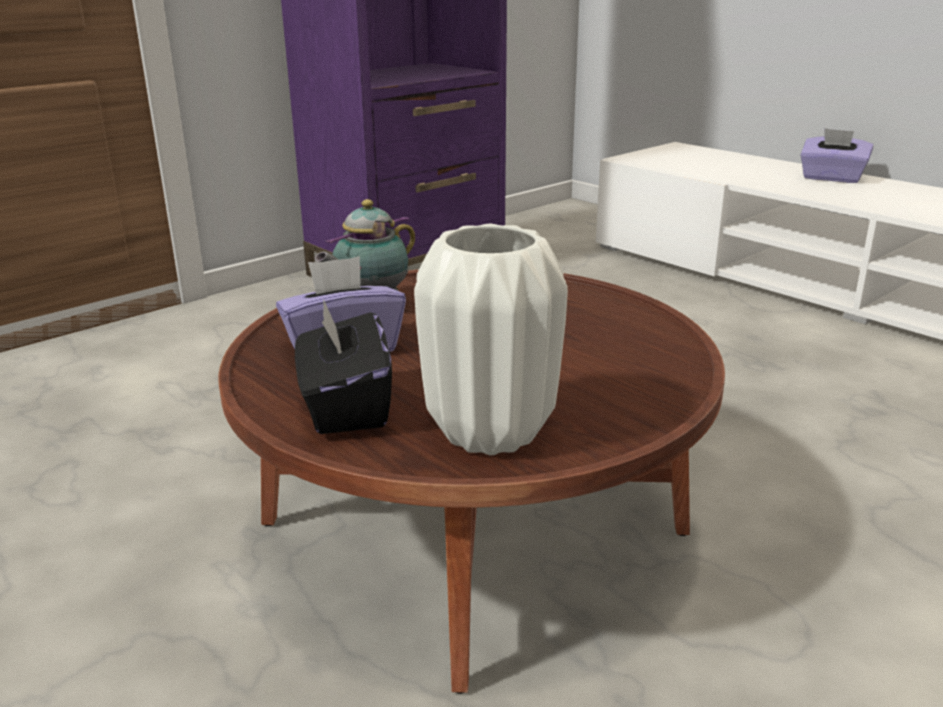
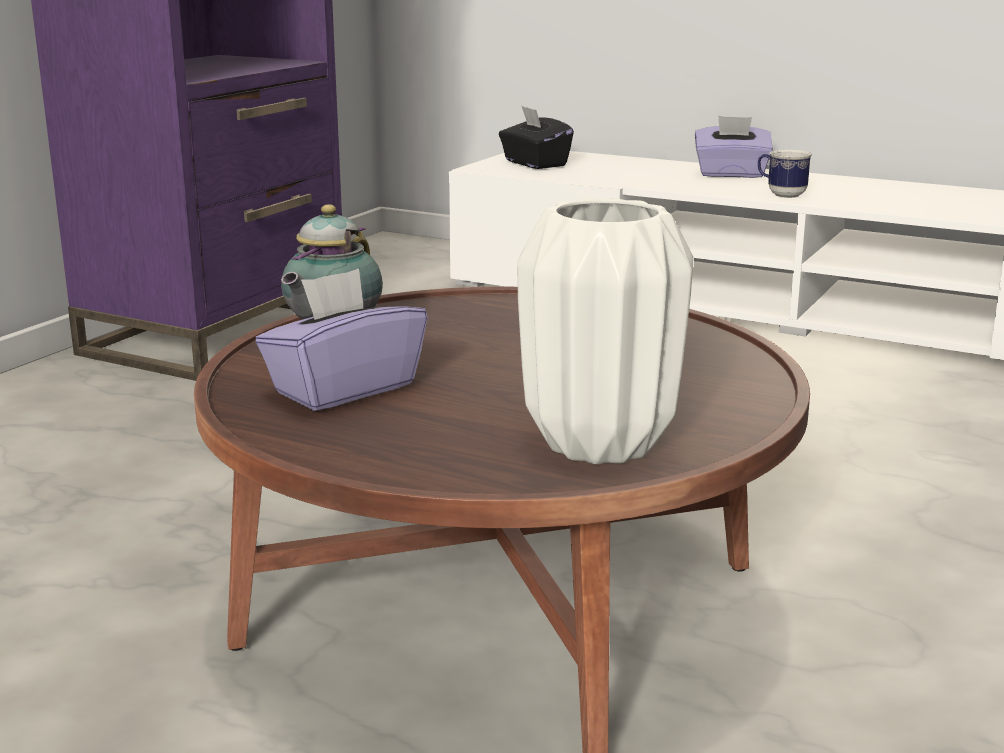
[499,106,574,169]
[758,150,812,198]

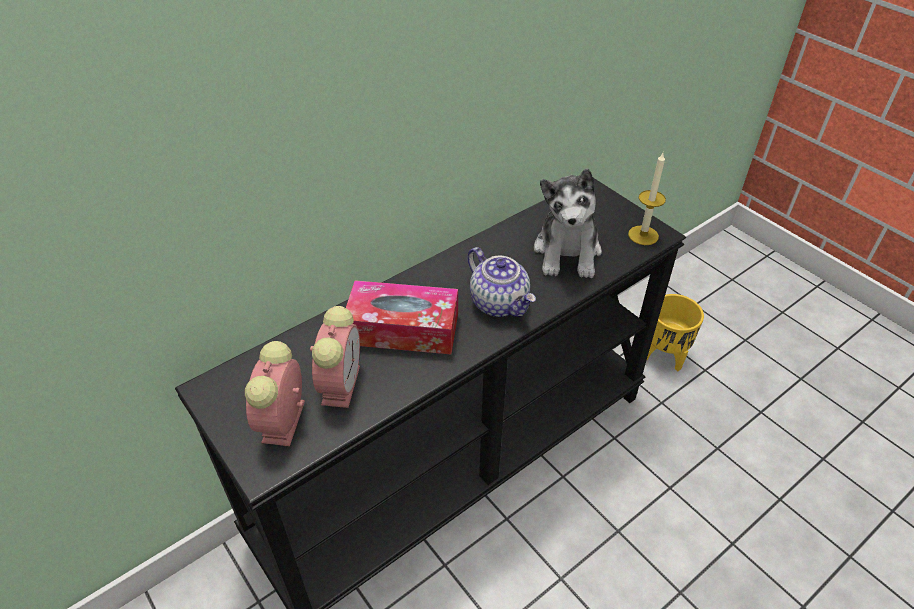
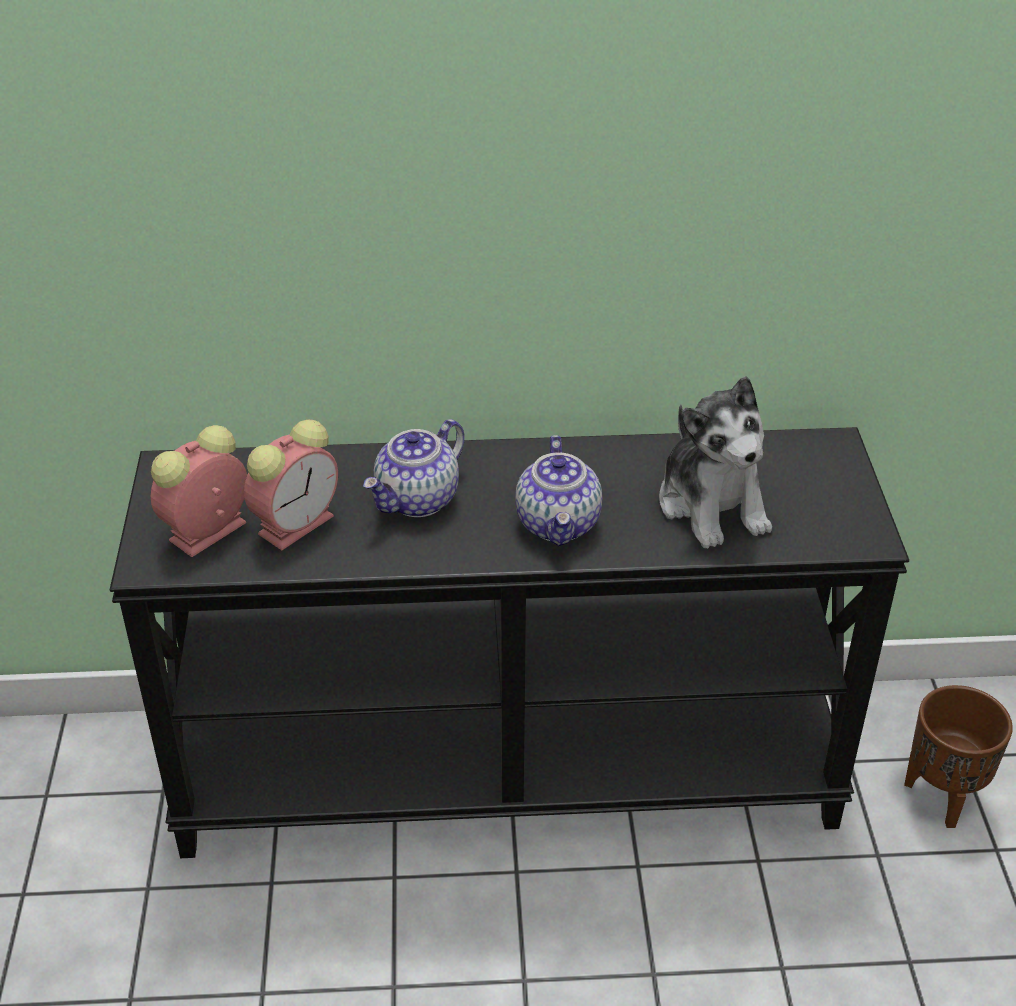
[363,419,465,517]
[659,376,772,549]
[904,685,1013,828]
[628,153,666,245] (first image)

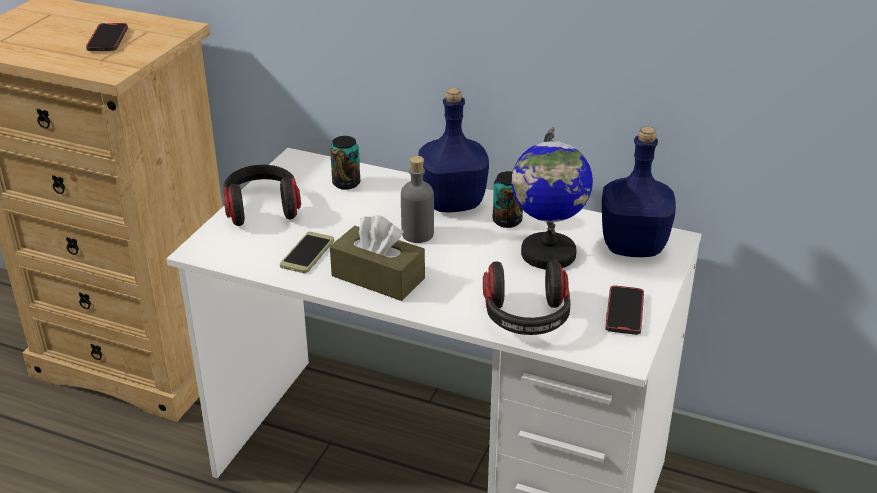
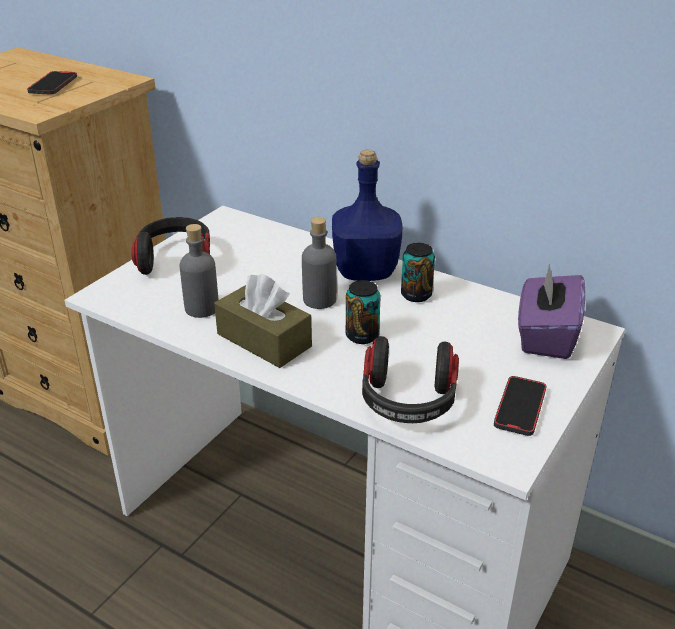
[180,224,219,318]
[346,280,381,344]
[518,264,585,359]
[511,127,593,269] (first image)

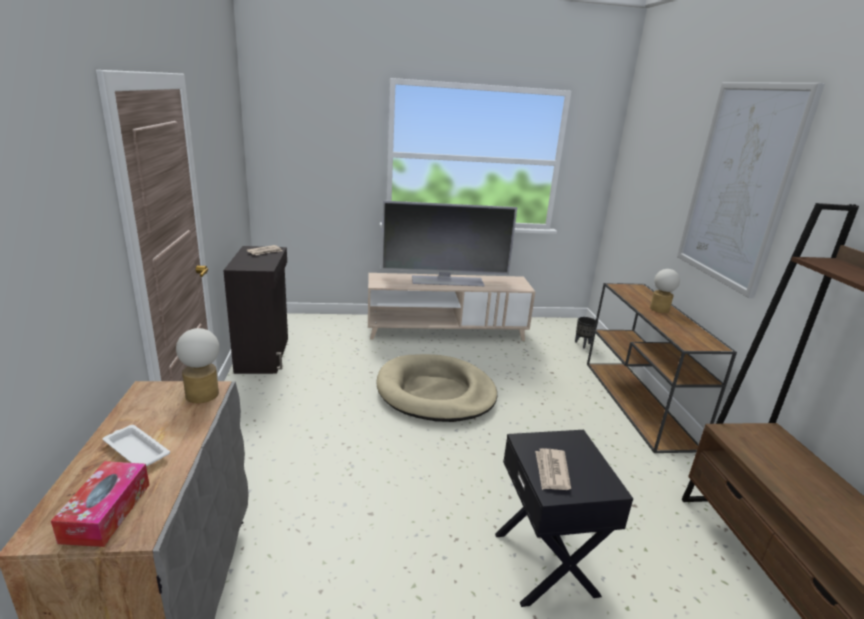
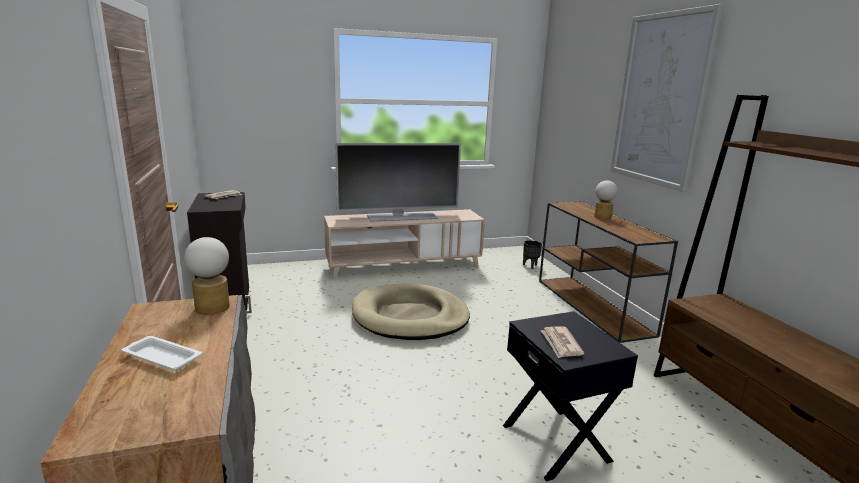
[51,461,150,547] (first image)

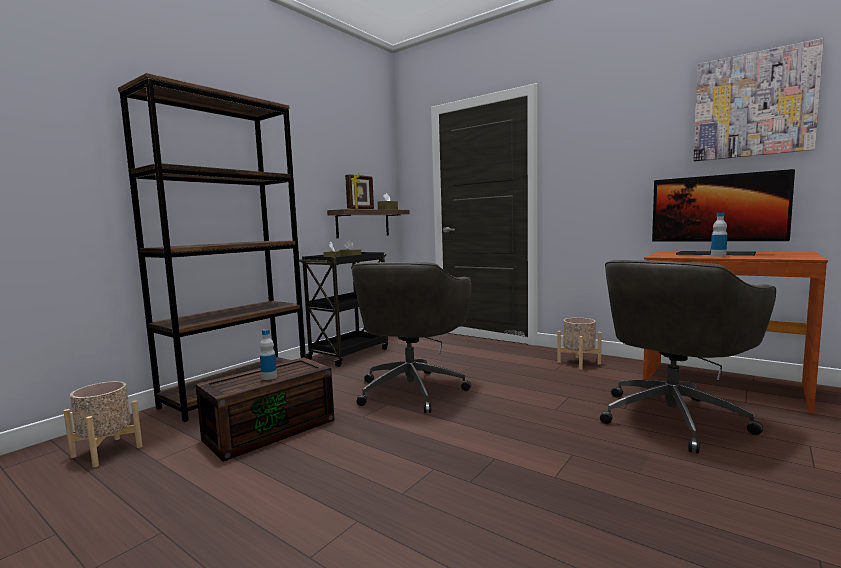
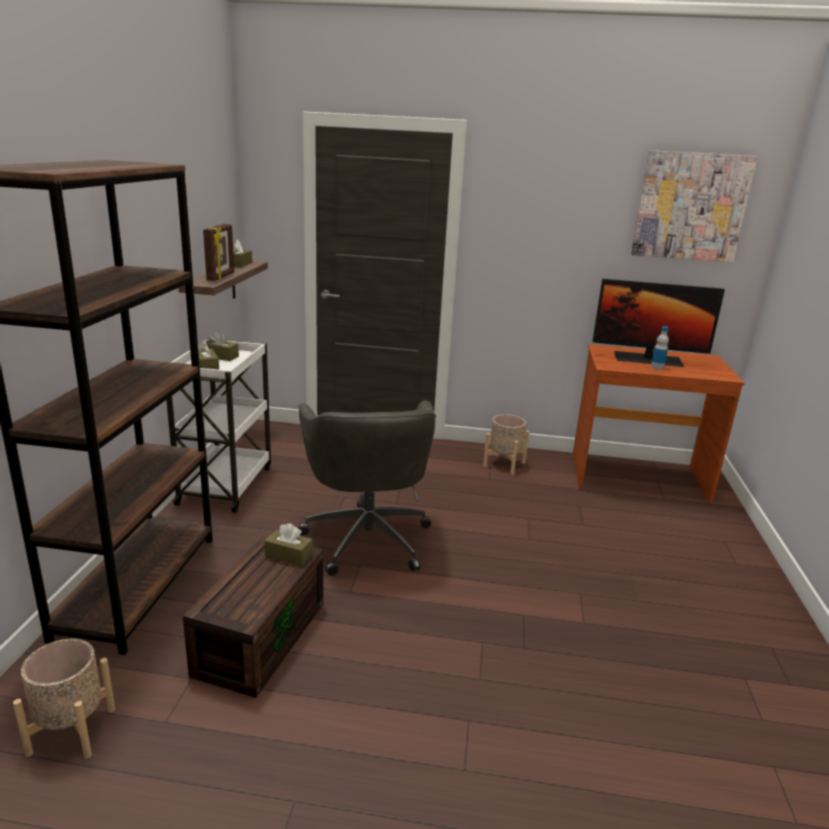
[166,338,271,513]
[264,523,313,566]
[260,329,277,380] (first image)
[600,260,776,454] (first image)

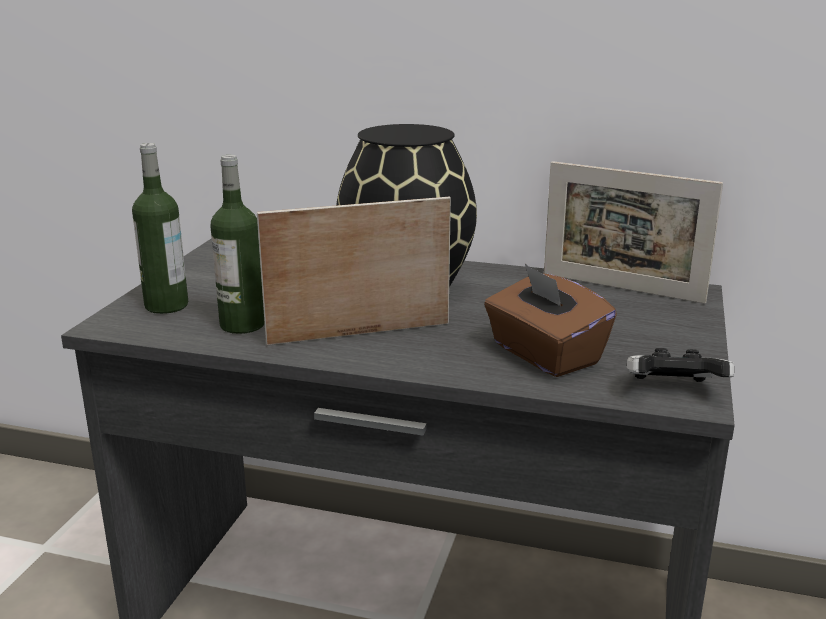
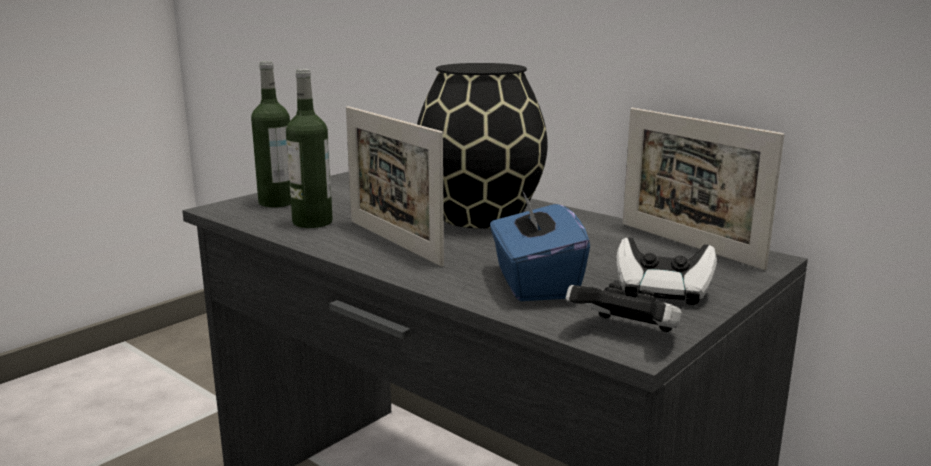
[346,106,444,267]
[490,187,590,301]
[617,237,717,305]

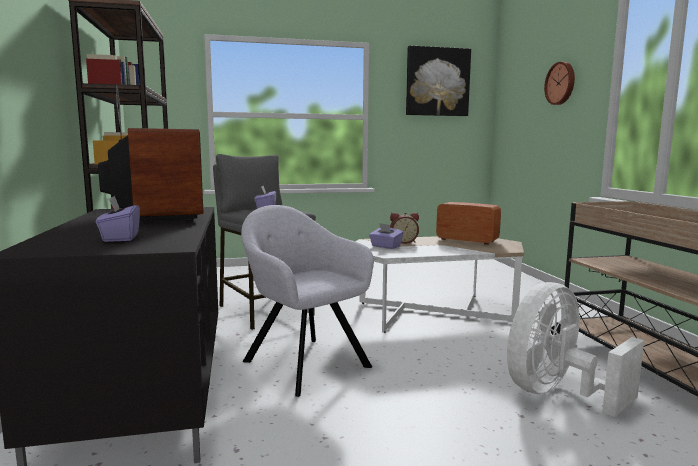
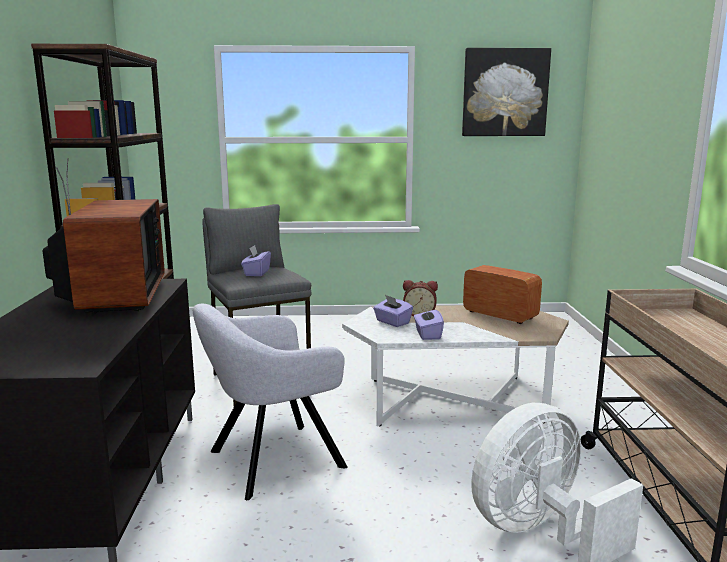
[193,304,347,500]
[414,308,444,340]
[544,62,575,105] (first image)

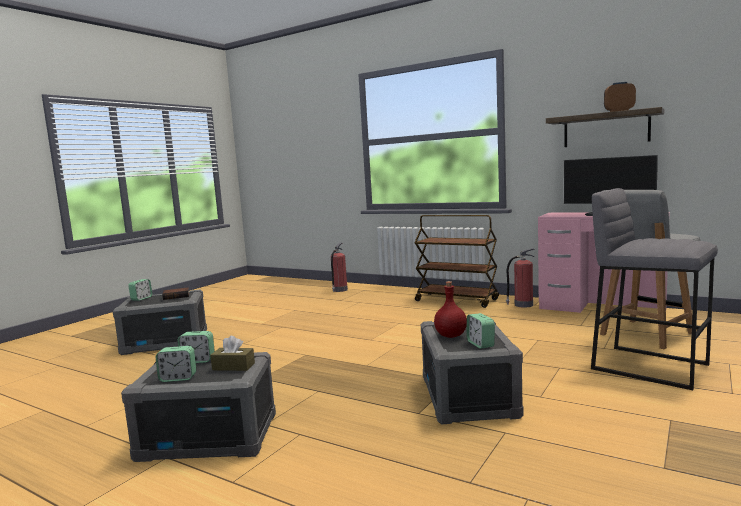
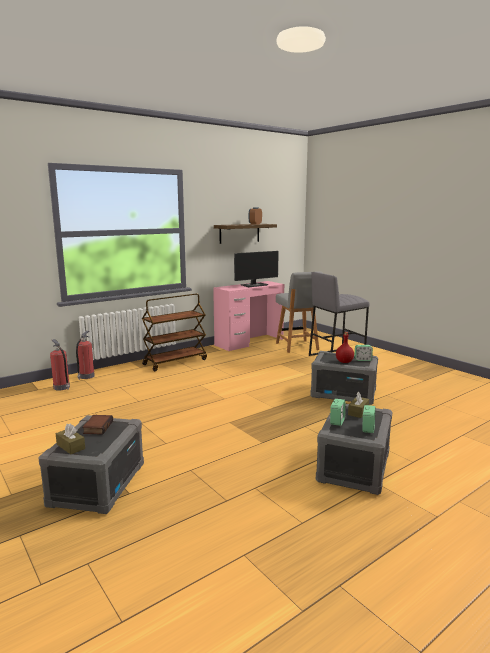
[56,423,85,454]
[76,331,95,380]

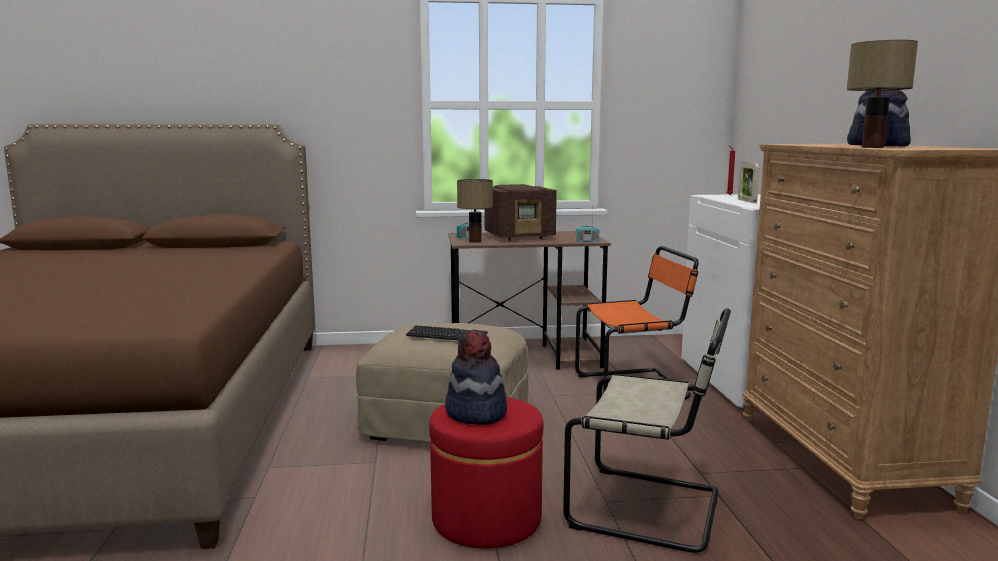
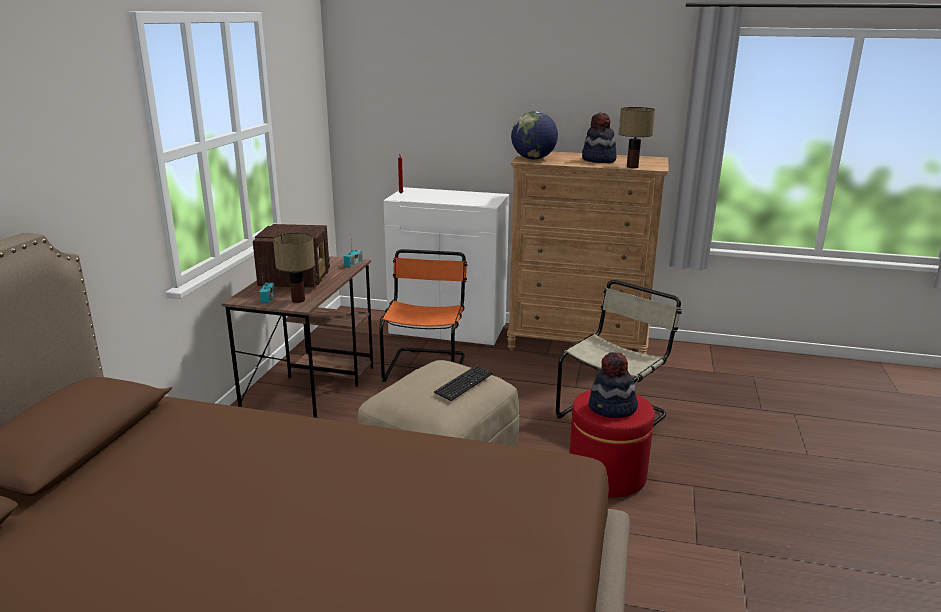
[511,111,558,159]
[738,162,760,203] (first image)

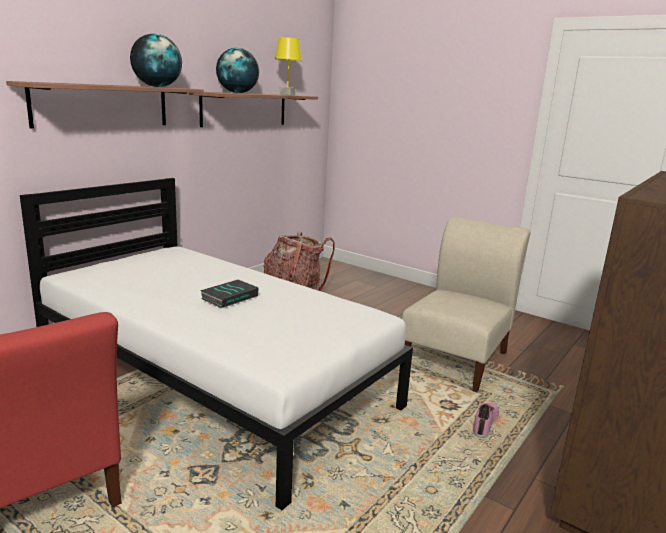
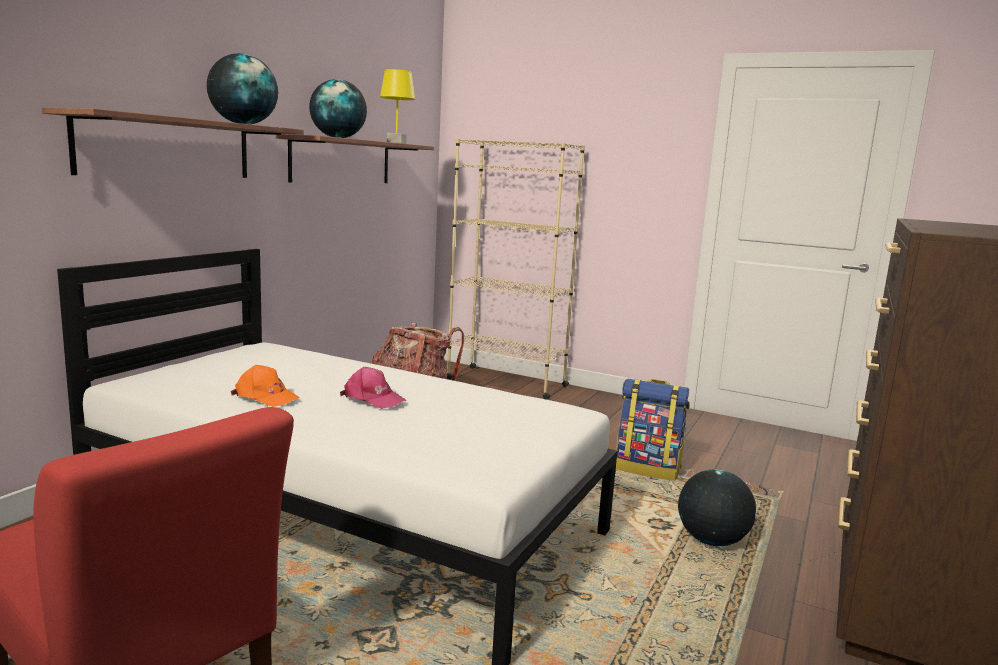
[231,365,300,407]
[340,367,406,409]
[447,138,585,400]
[616,378,689,481]
[678,469,756,546]

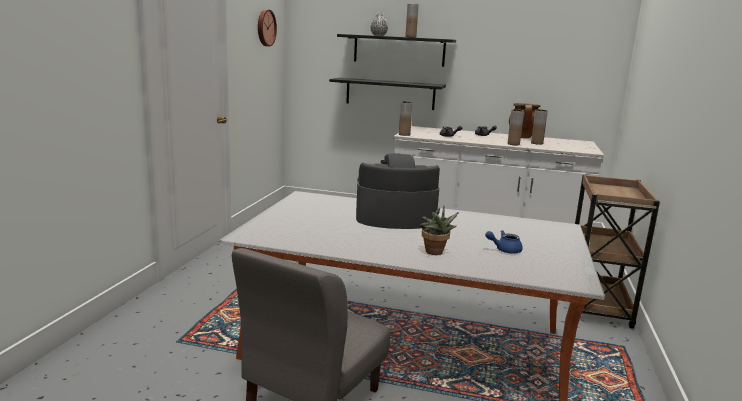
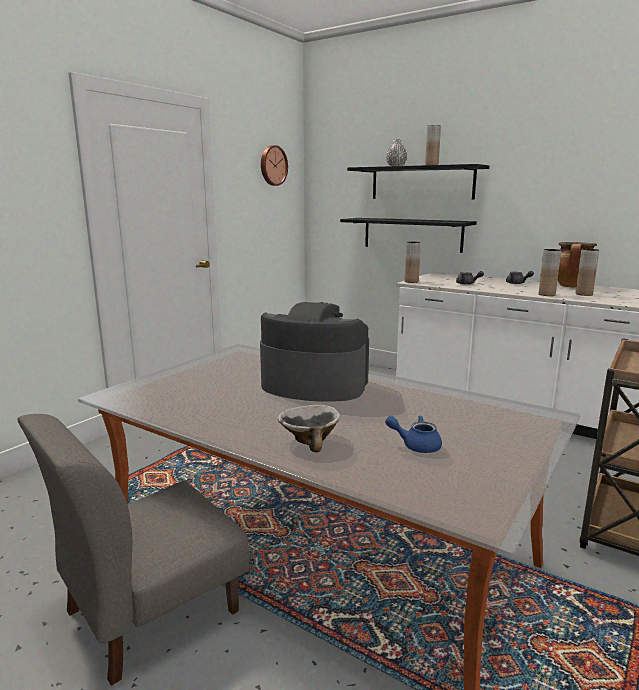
[277,405,340,452]

